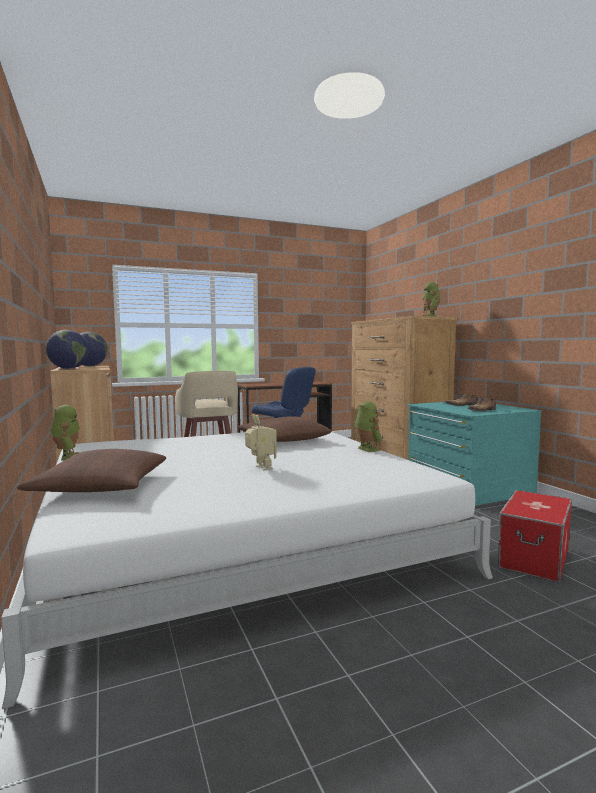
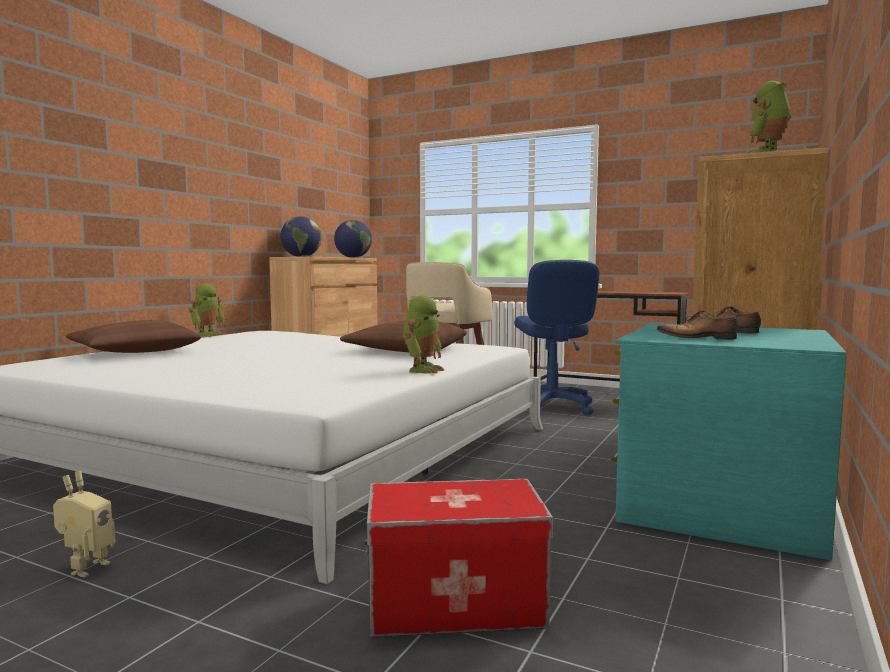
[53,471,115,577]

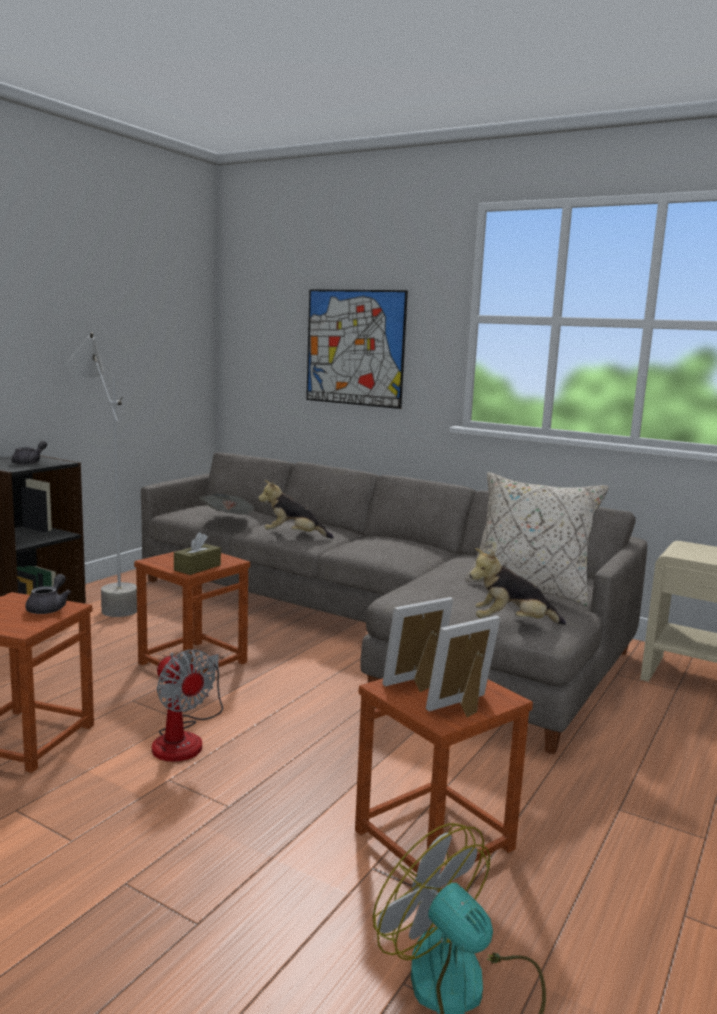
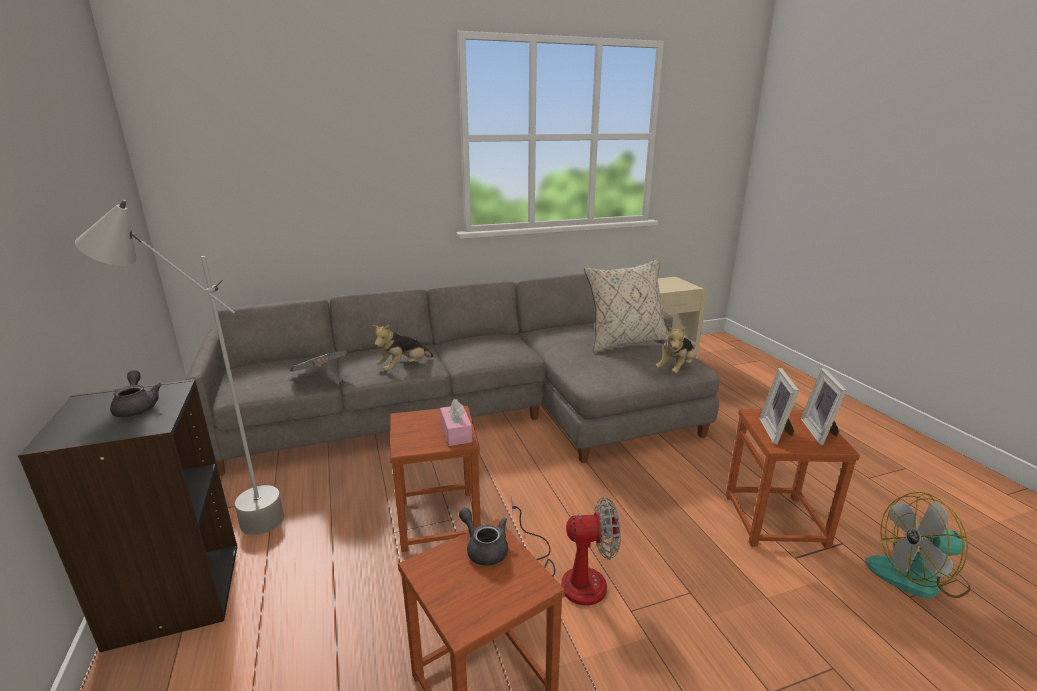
[440,399,472,446]
[306,289,408,409] (first image)

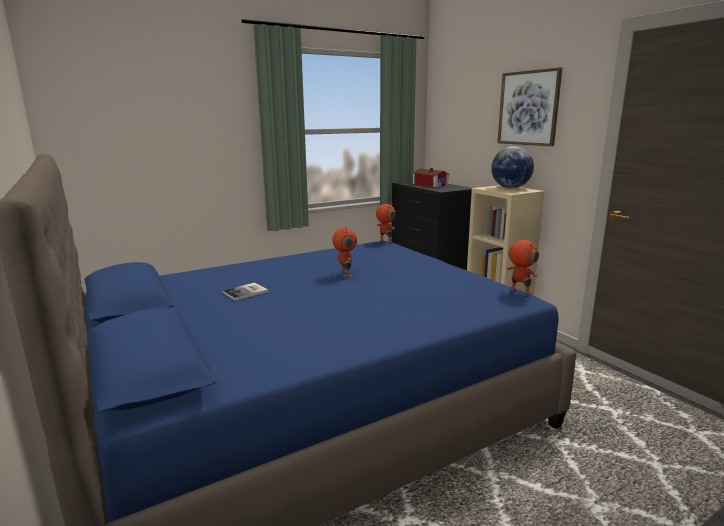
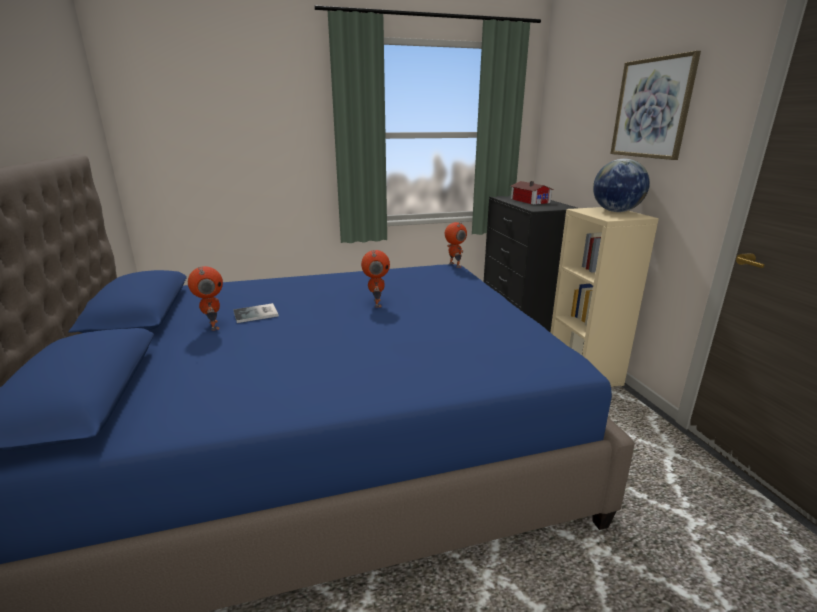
[188,266,223,331]

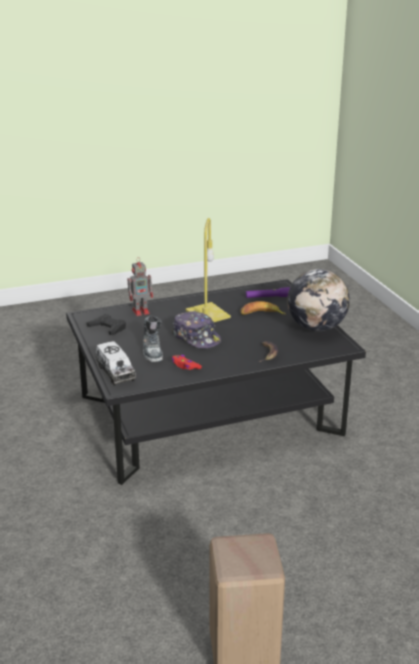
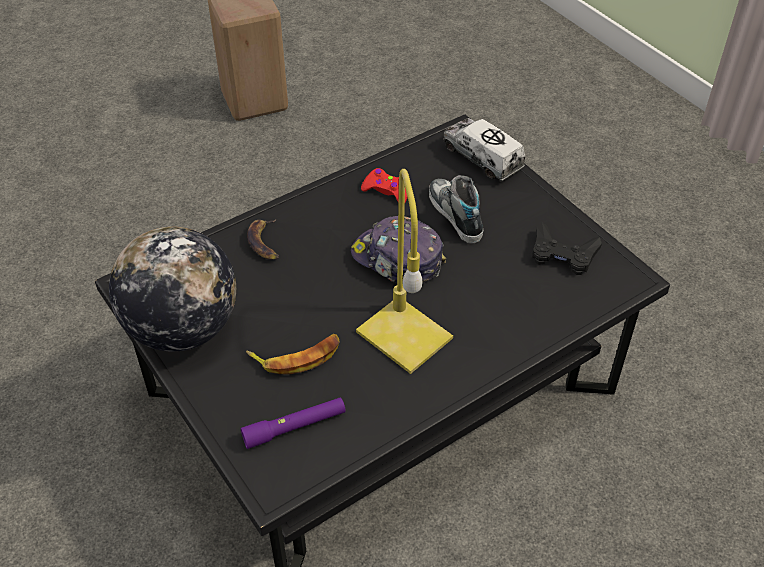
[128,257,153,316] (first image)

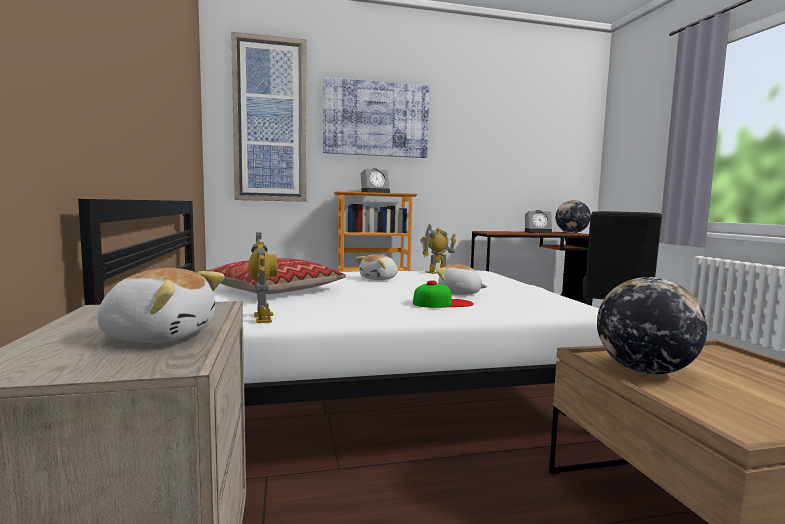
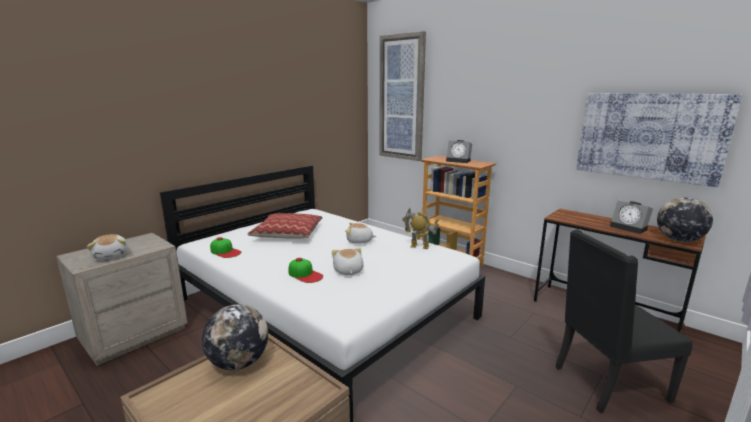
[210,237,241,258]
[576,93,742,187]

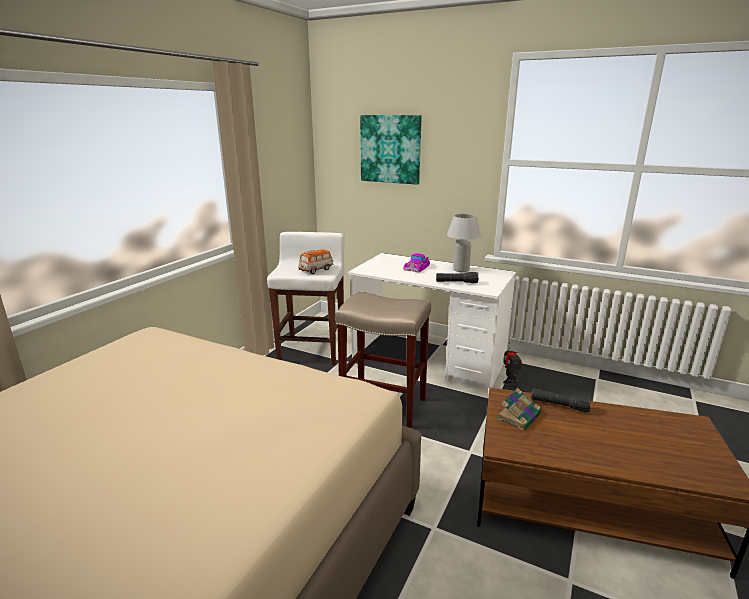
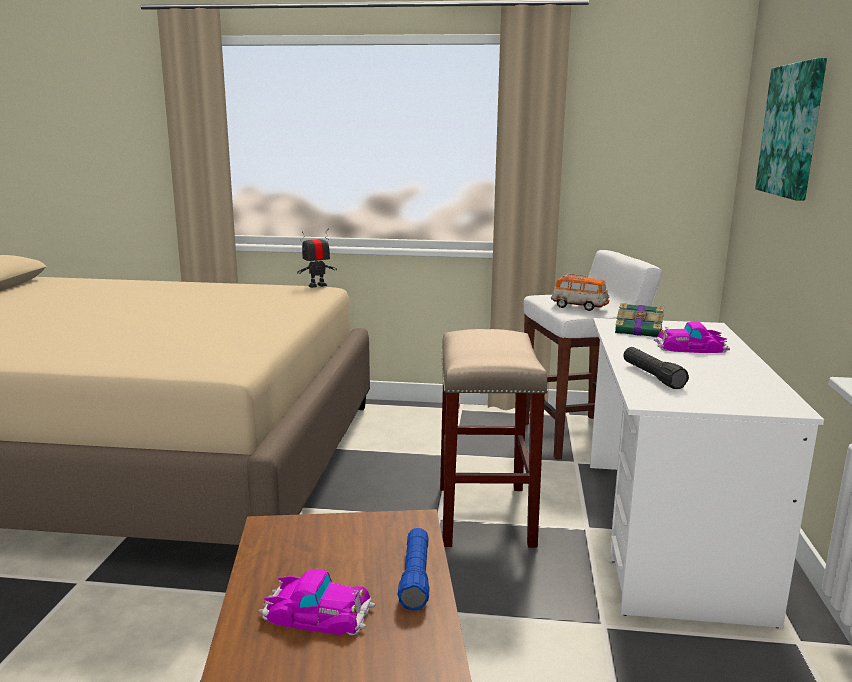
[259,569,375,635]
[297,229,337,288]
[398,528,430,611]
[615,303,664,337]
[447,214,481,272] (first image)

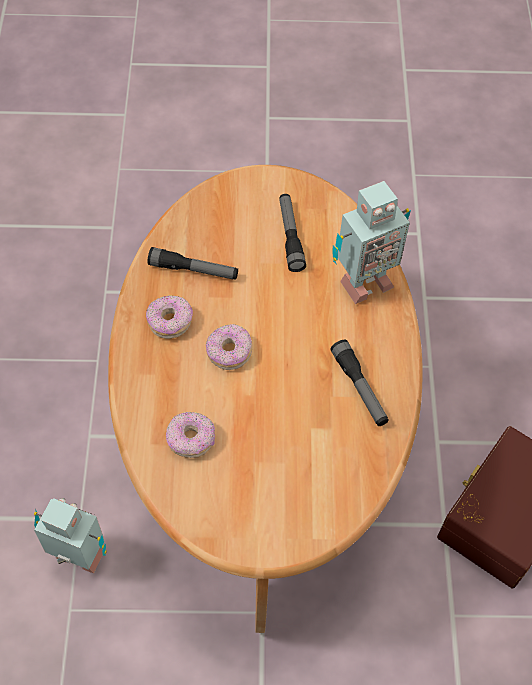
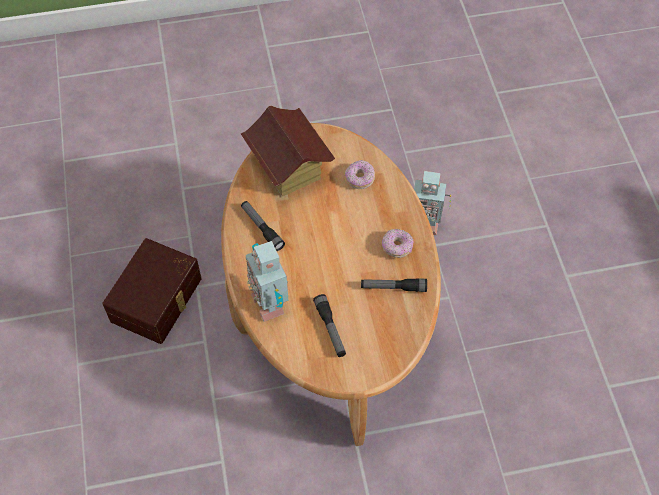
[241,106,335,197]
[246,241,289,322]
[206,324,252,370] (first image)

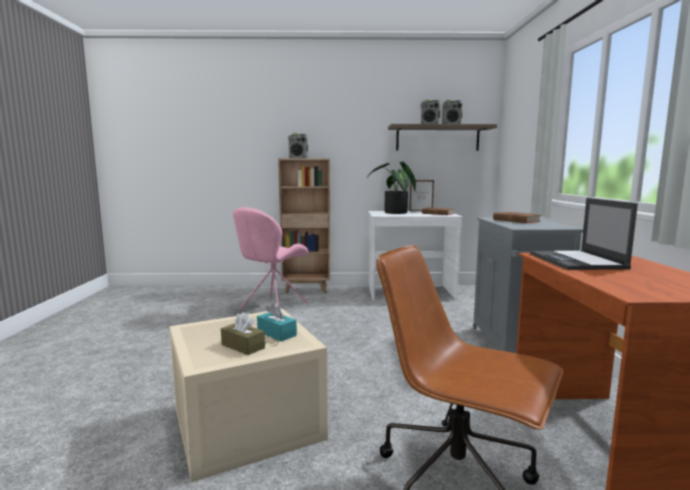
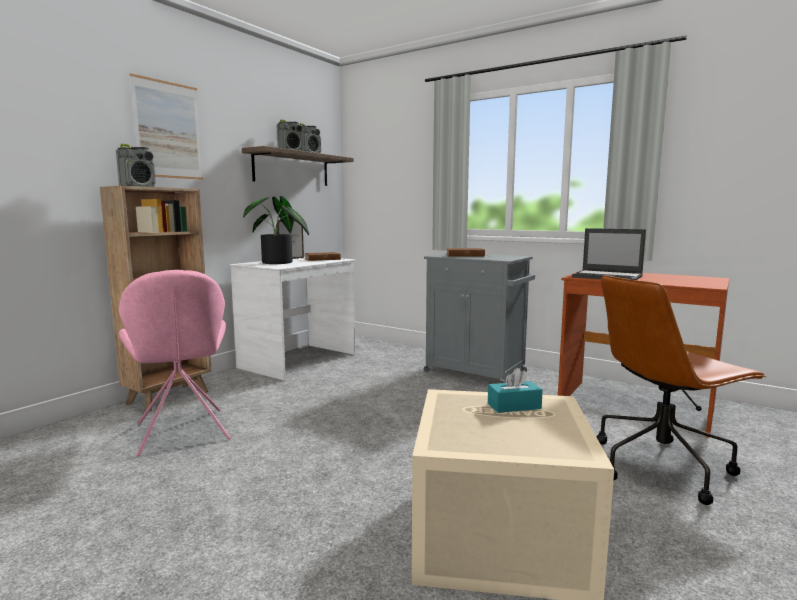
[129,73,203,180]
[221,312,265,355] (first image)

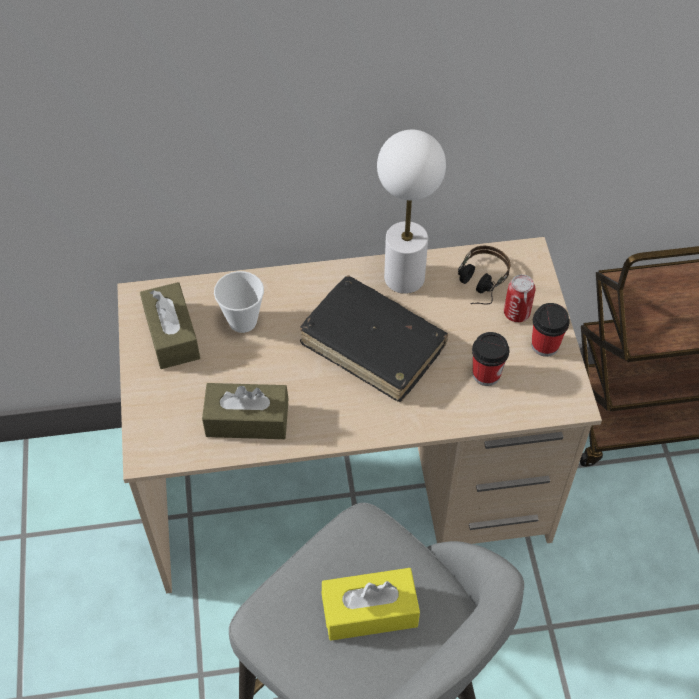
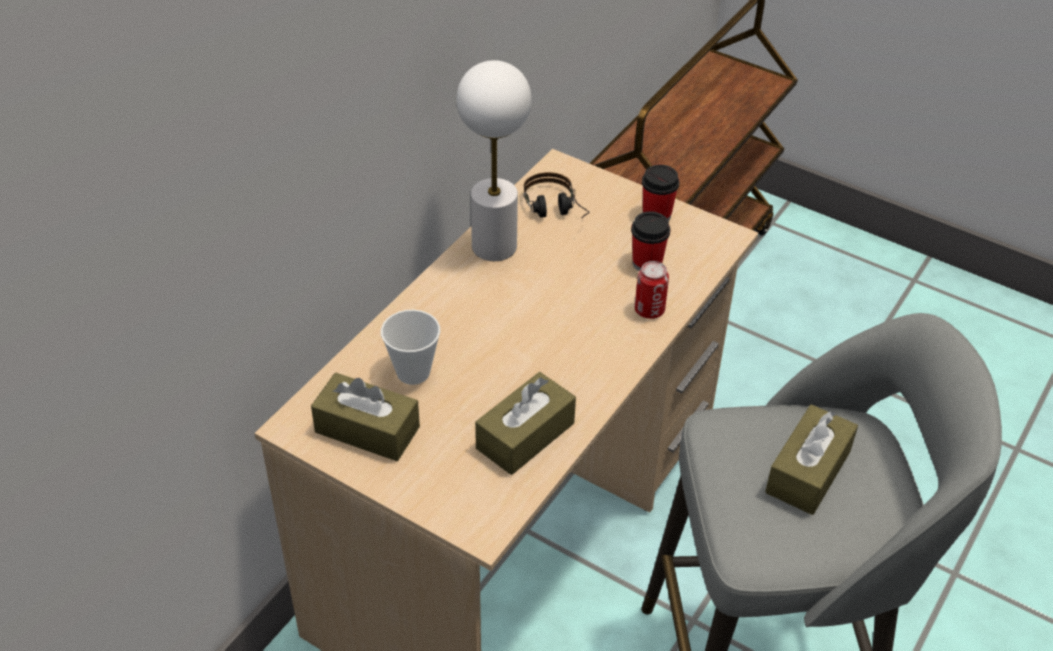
[635,261,669,319]
[765,404,858,515]
[300,275,448,402] (first image)

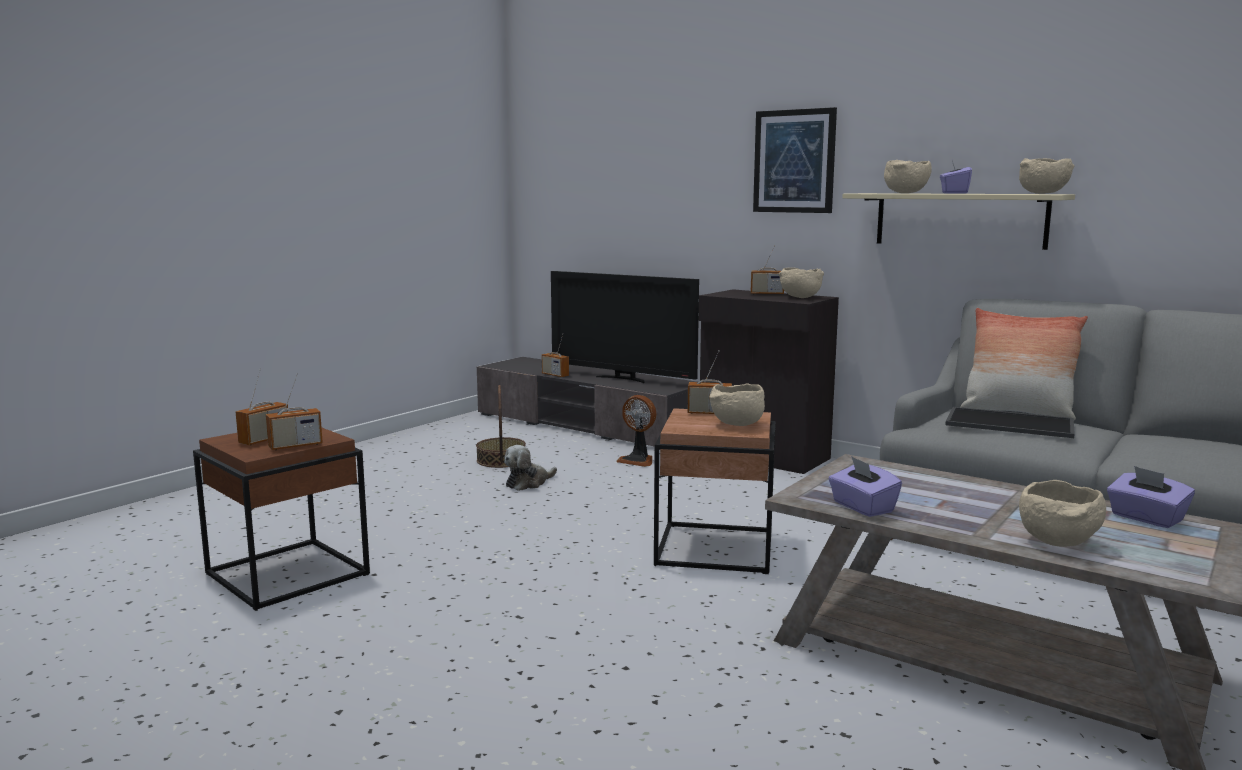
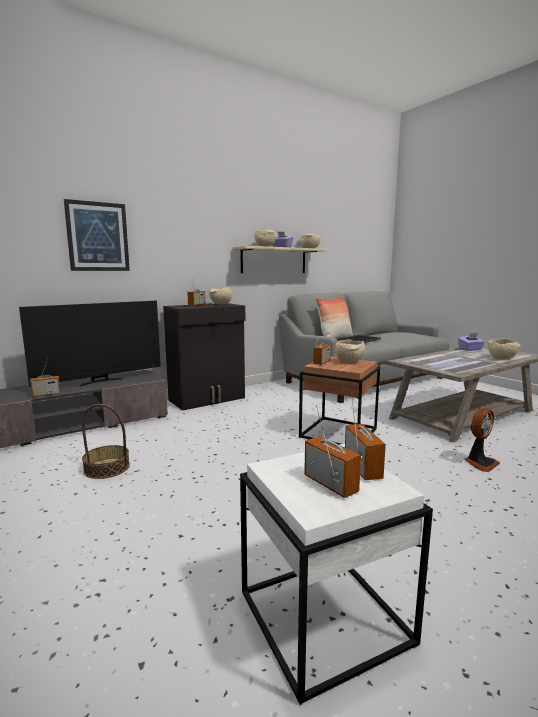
[64,199,130,271]
[240,444,433,705]
[464,408,500,472]
[504,445,557,491] (first image)
[828,456,902,517] (first image)

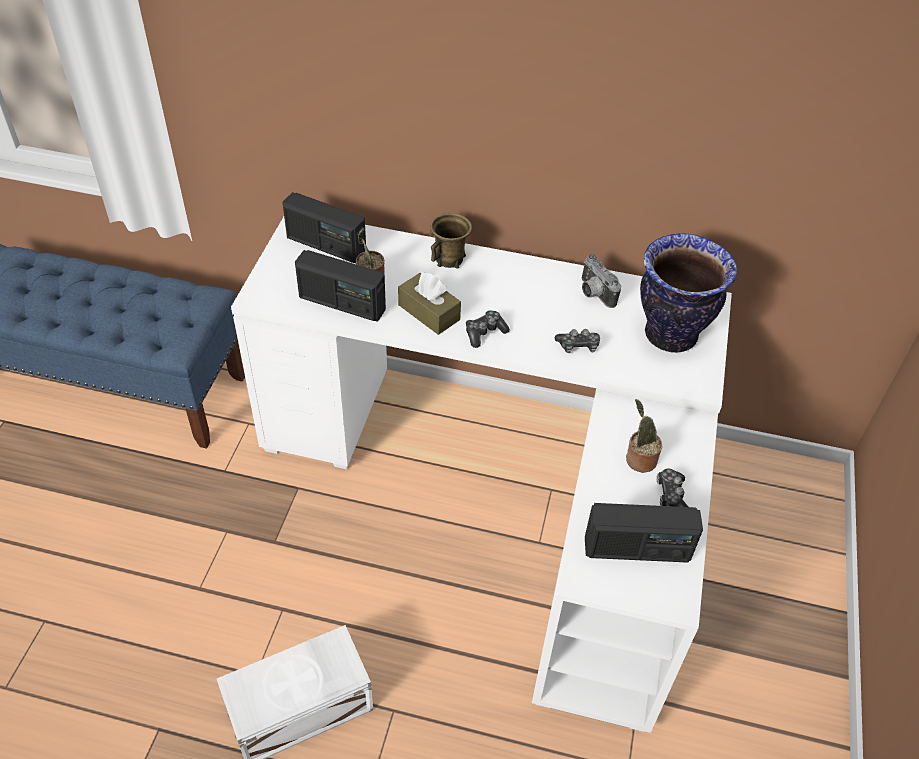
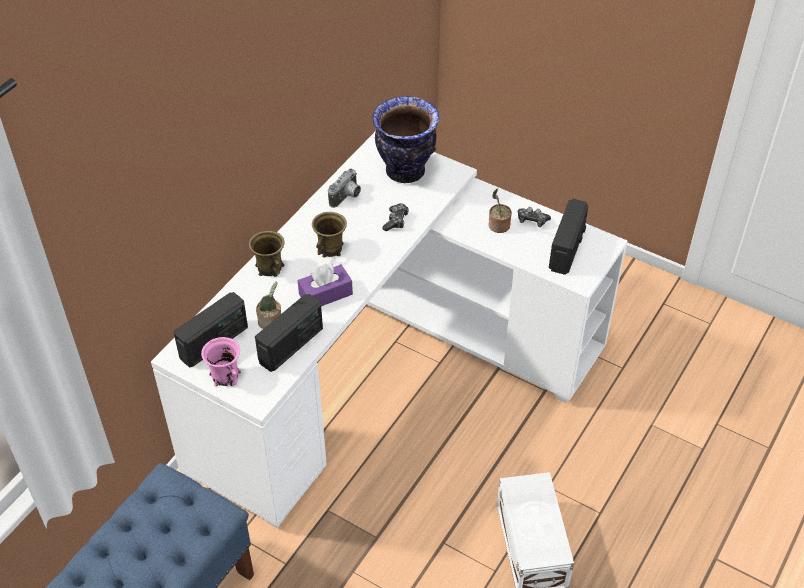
[201,337,241,386]
[298,263,353,306]
[312,212,347,258]
[328,169,361,208]
[466,310,510,348] (first image)

